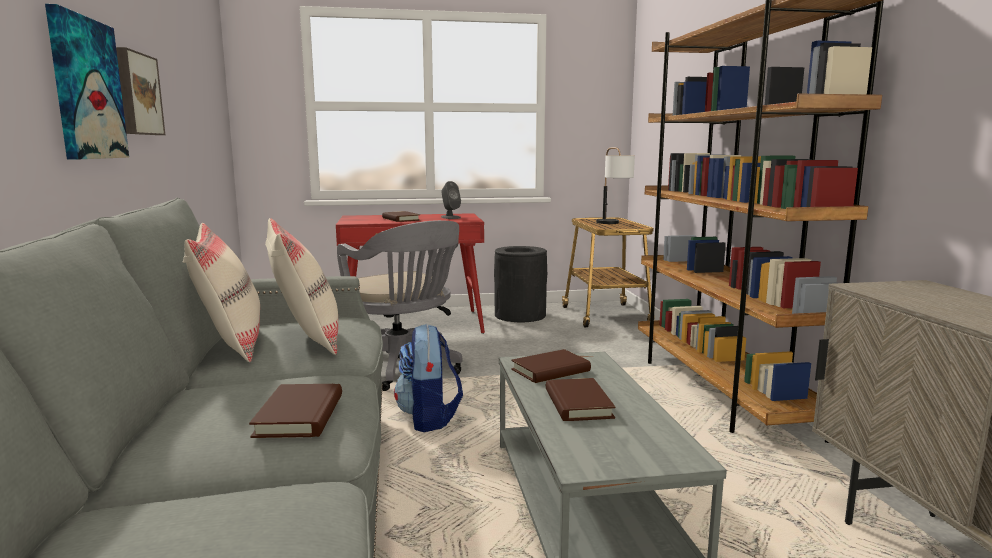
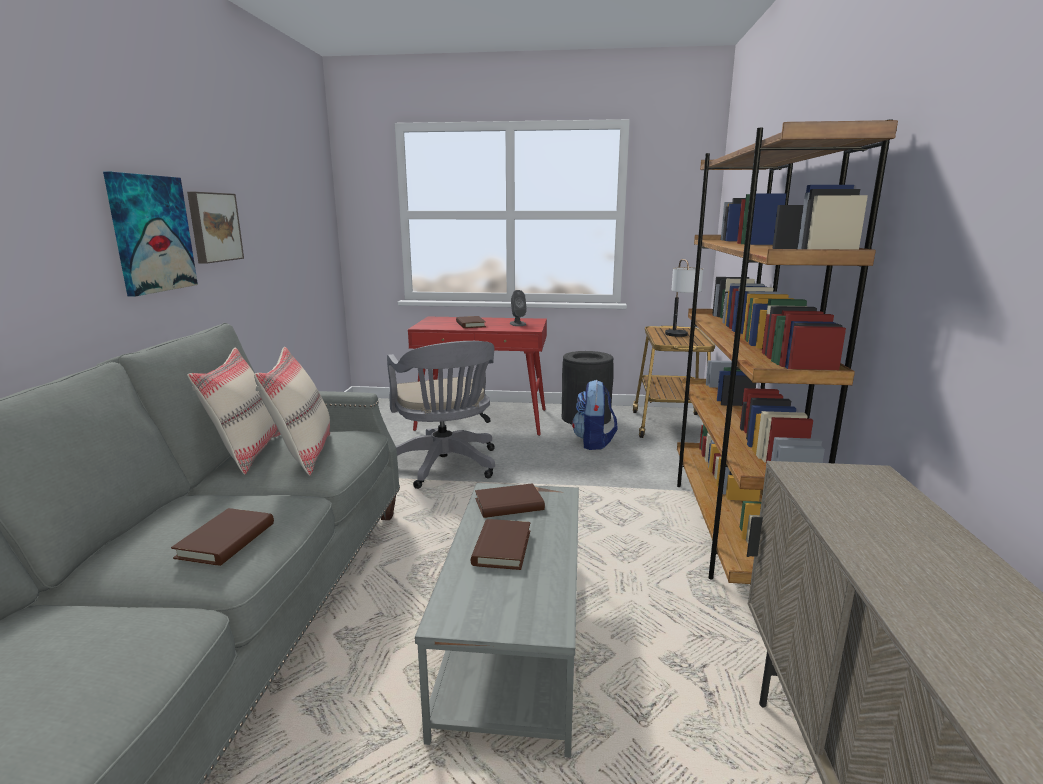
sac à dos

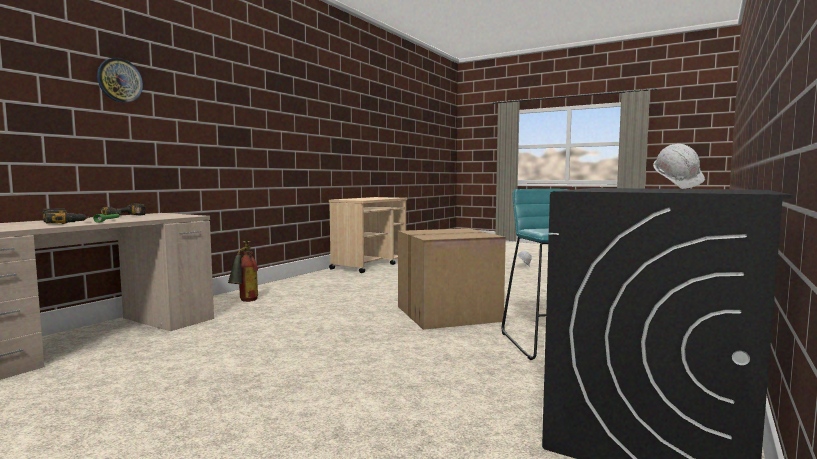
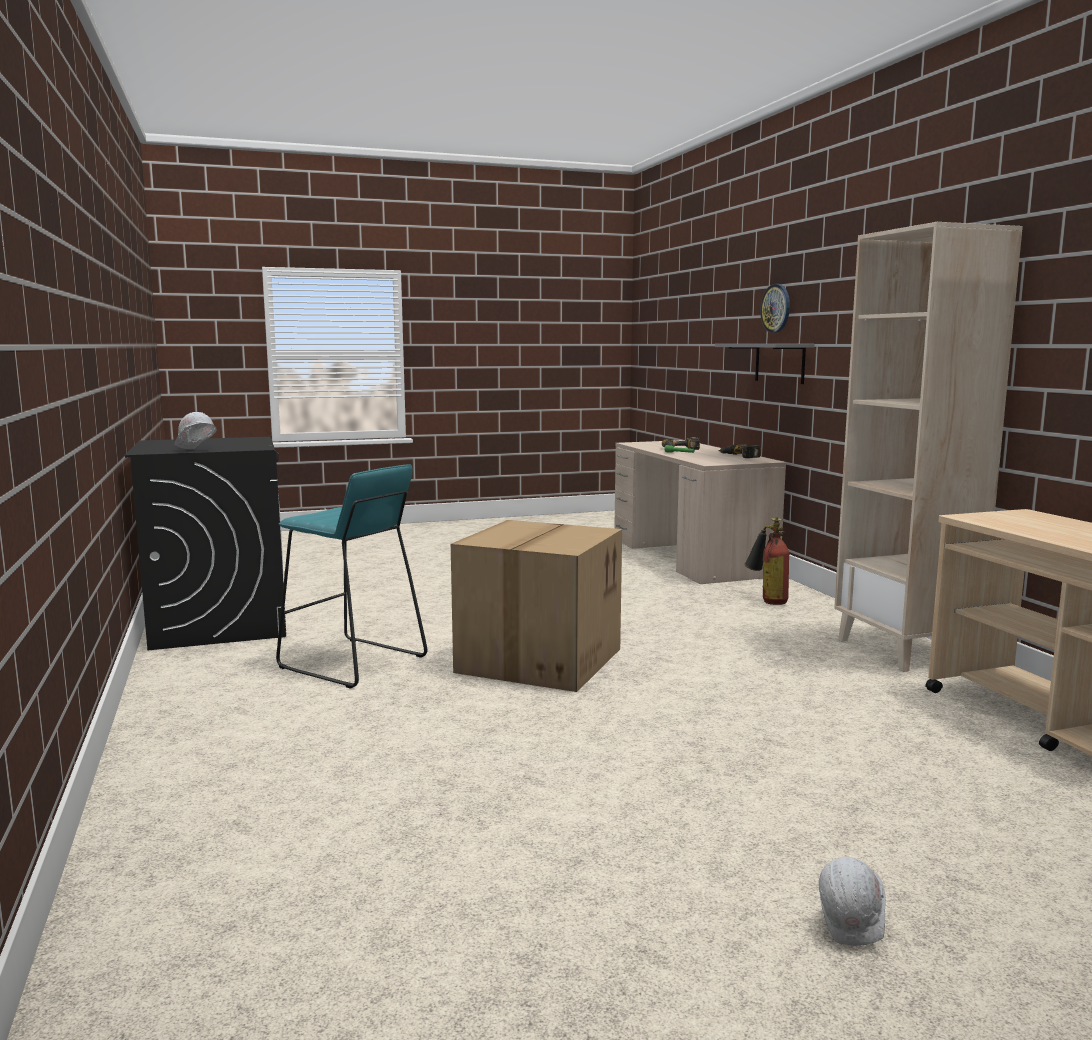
étagère (gris)
bibliothèque (beige)

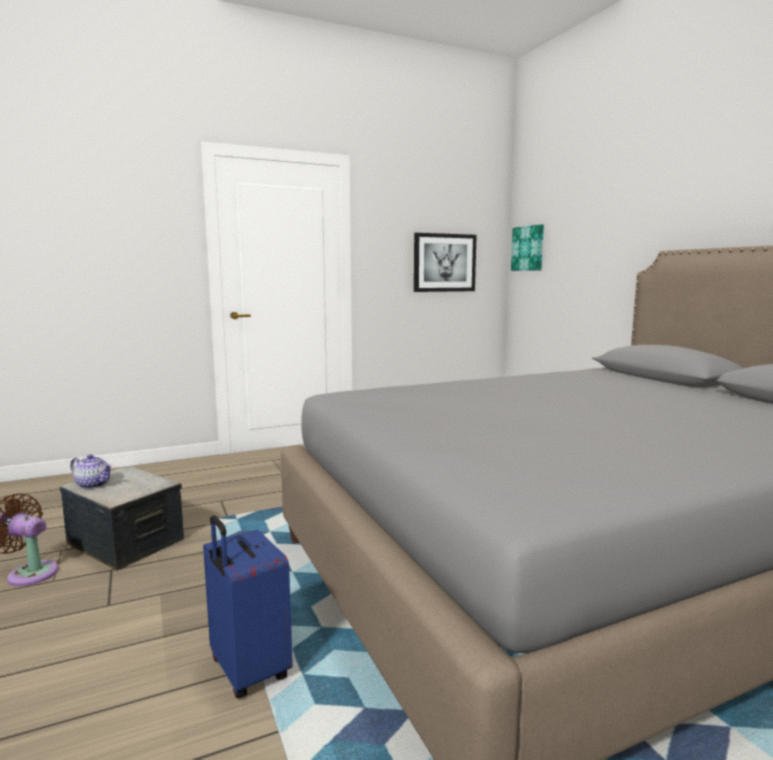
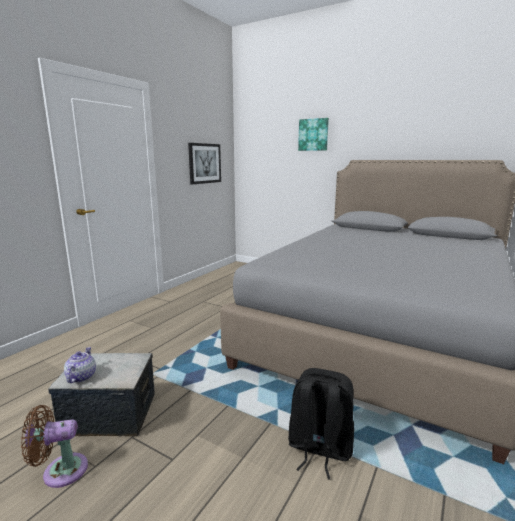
théière
sac à dos (noir)
tableau (no. 2 from left)

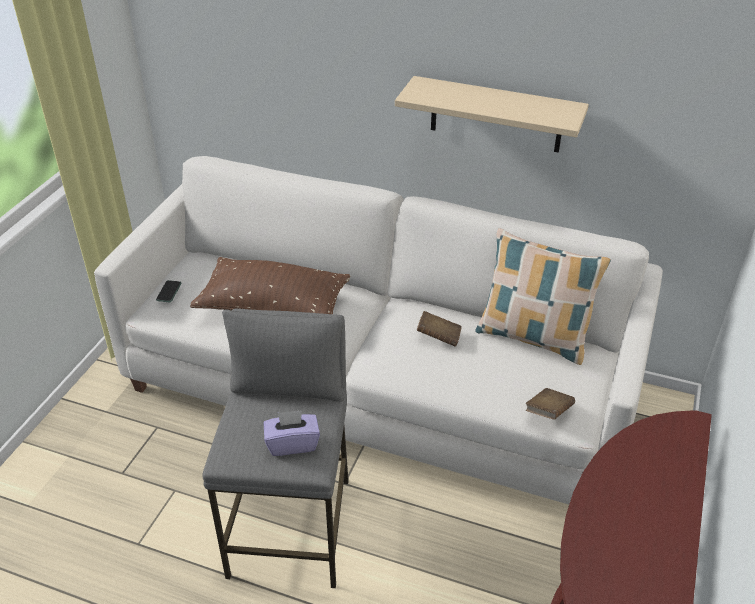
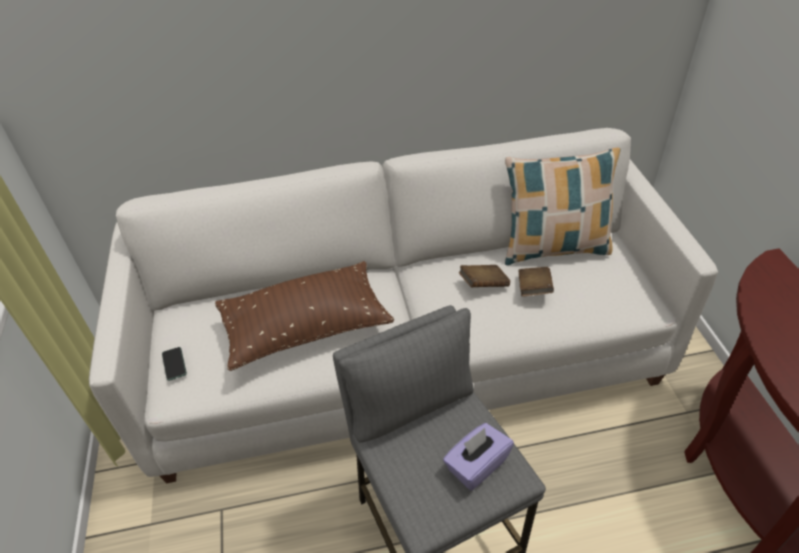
étagère (beige)
livre (marron) (no. 2 from left)

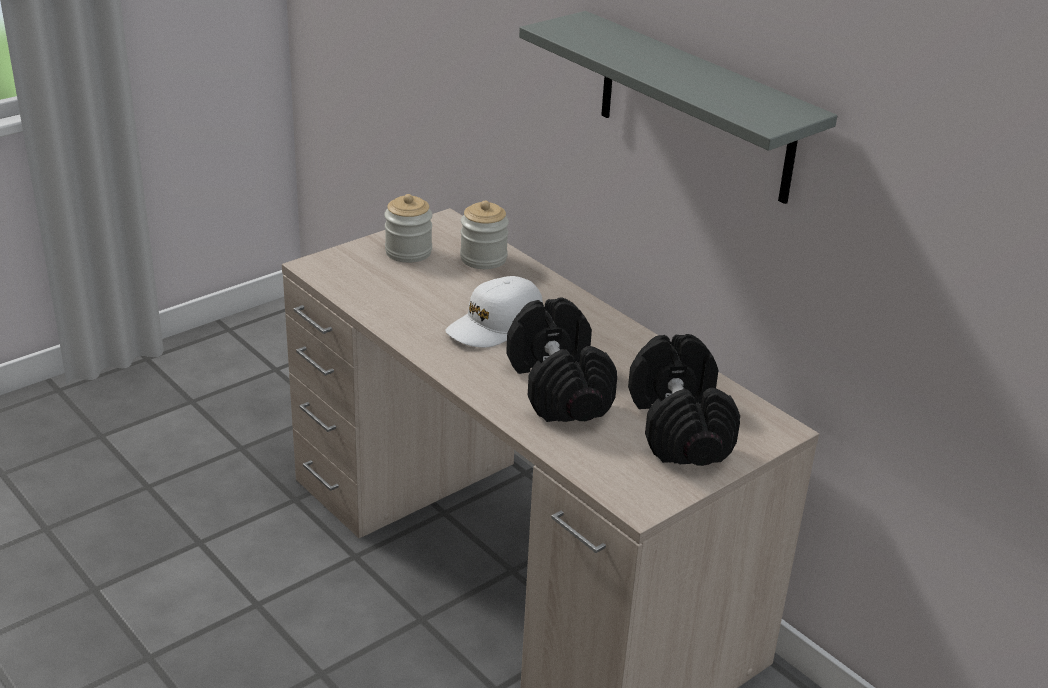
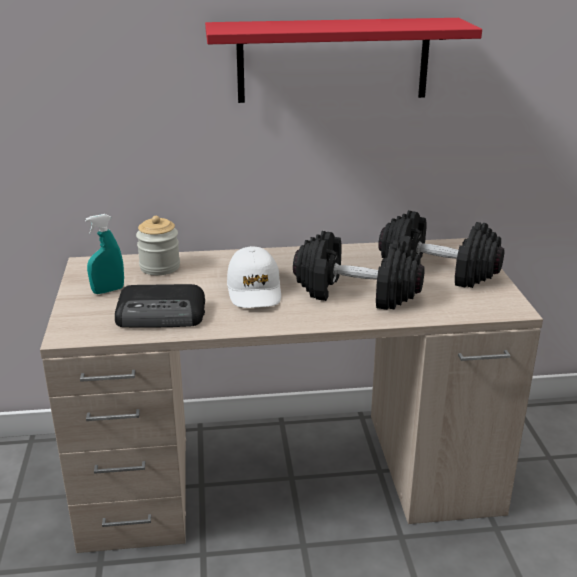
vaporisateur (turquoise)
étagère (rouge)
radio

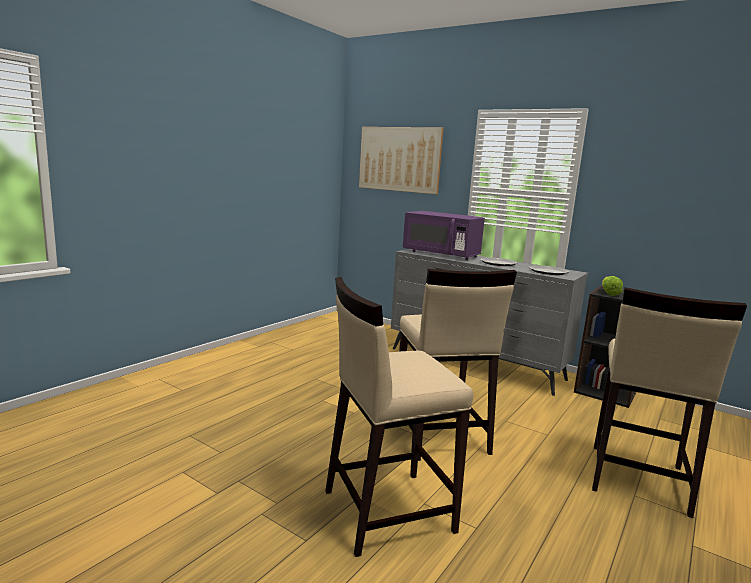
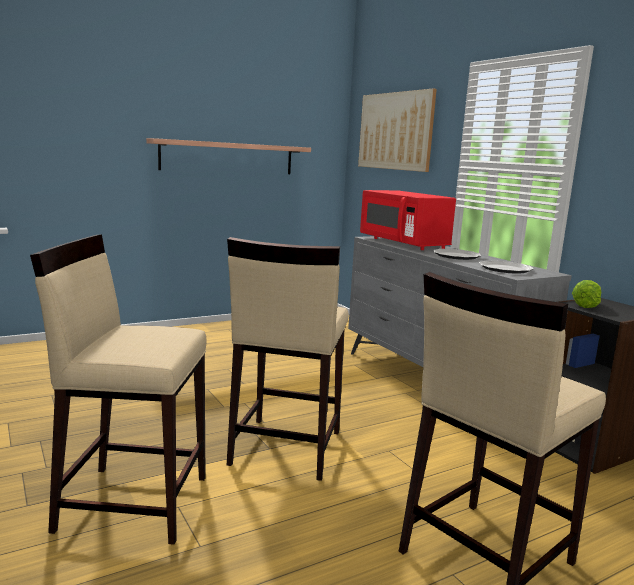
micro-ondes (rouge)
étagère

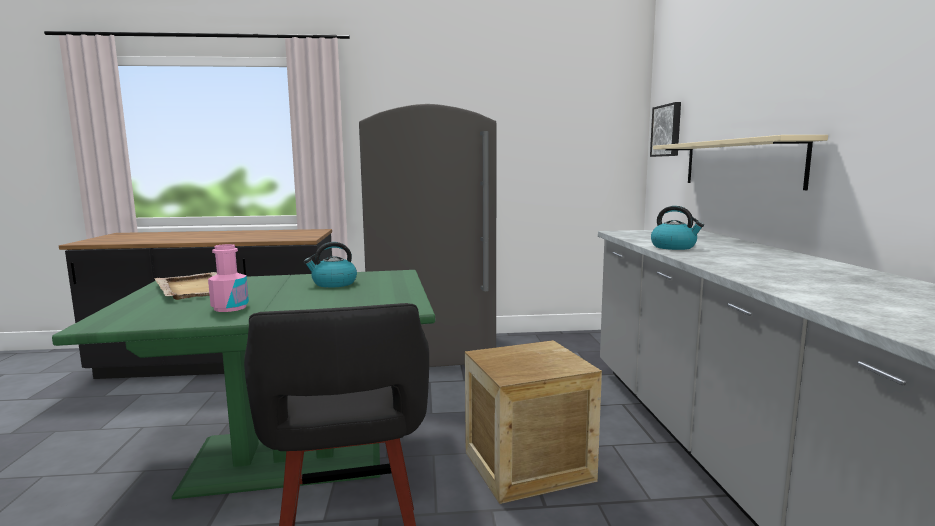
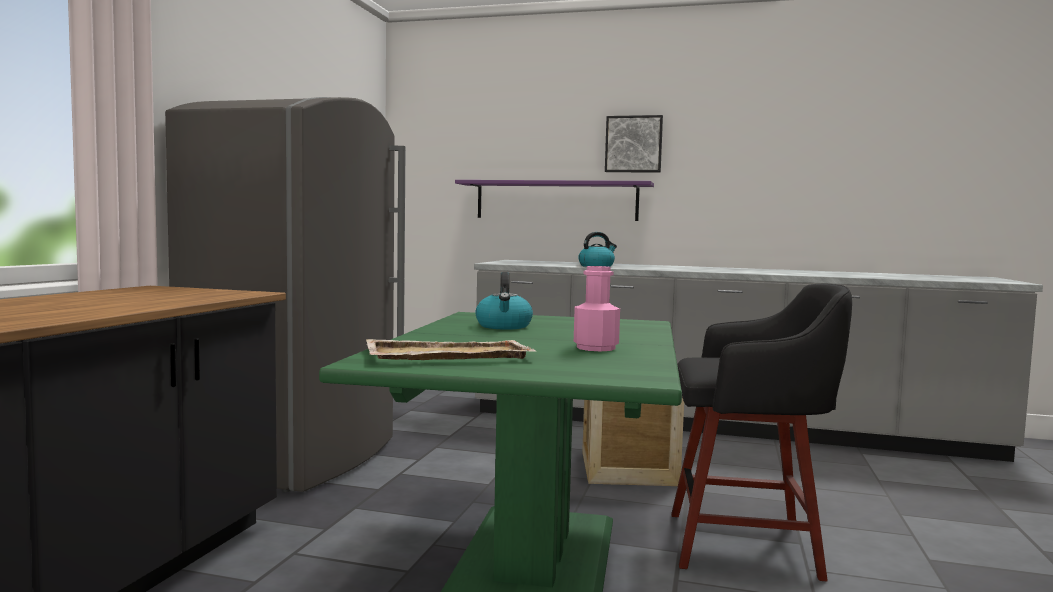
tableau
étagère (violet)

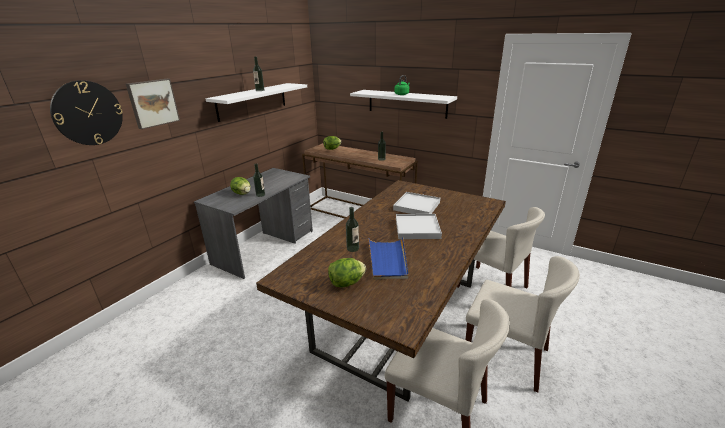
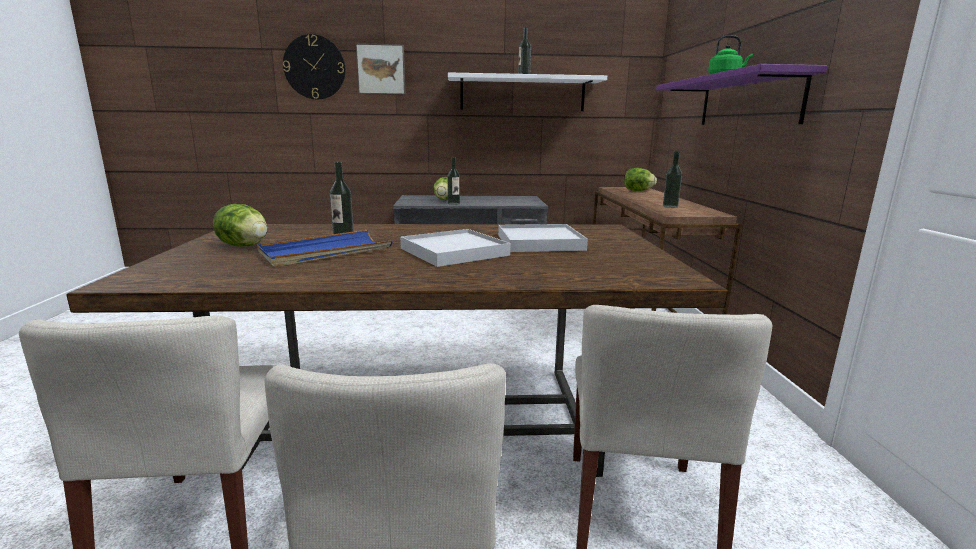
étagère (violet)

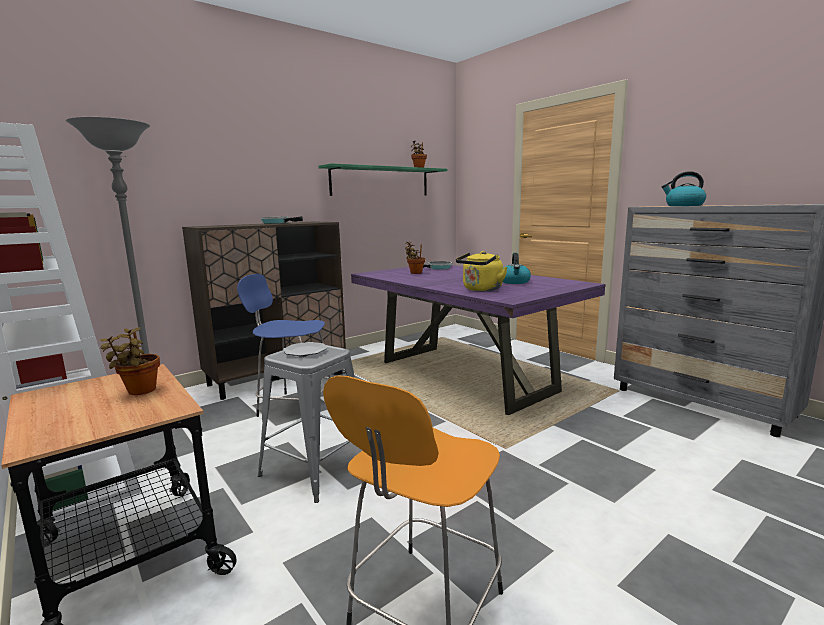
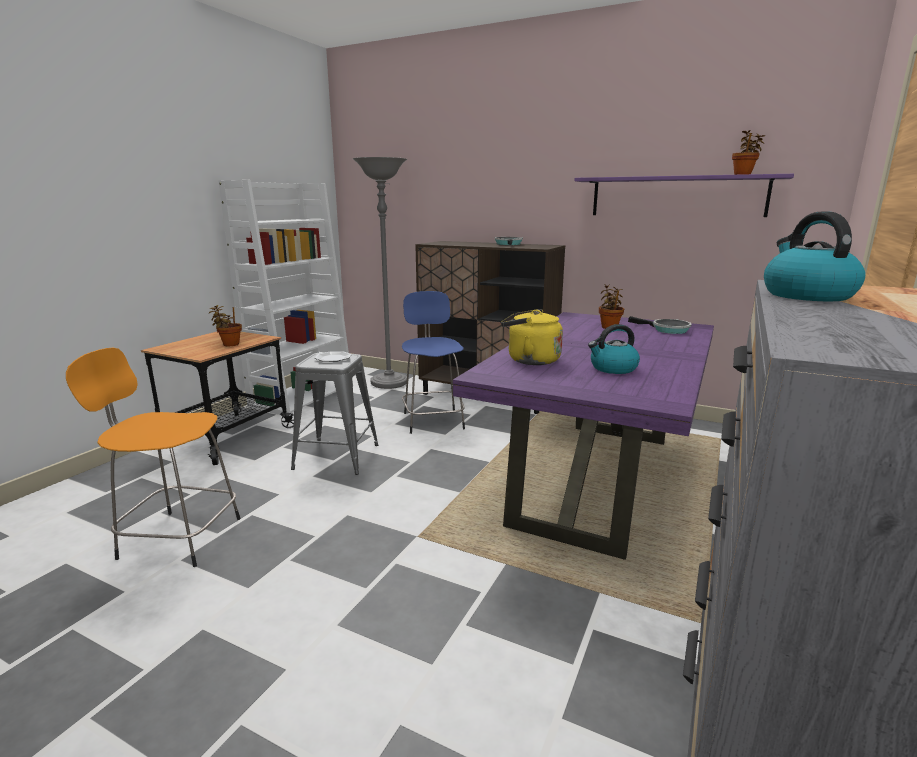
étagère (violet)

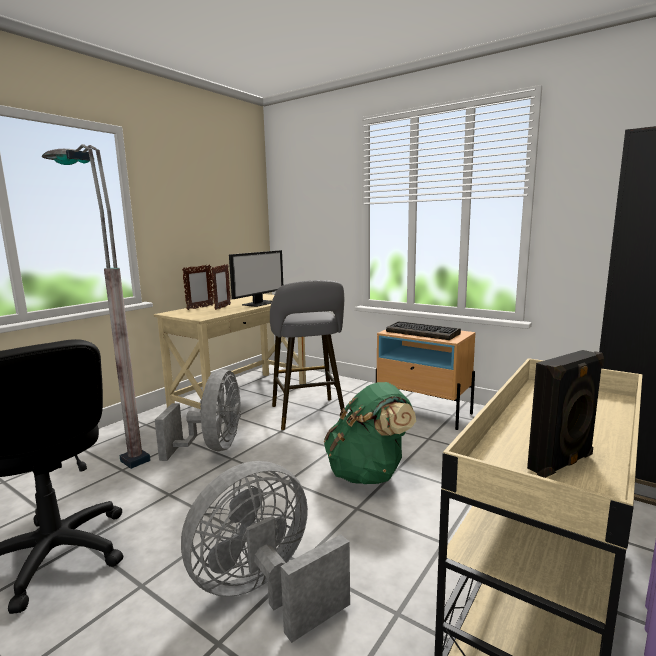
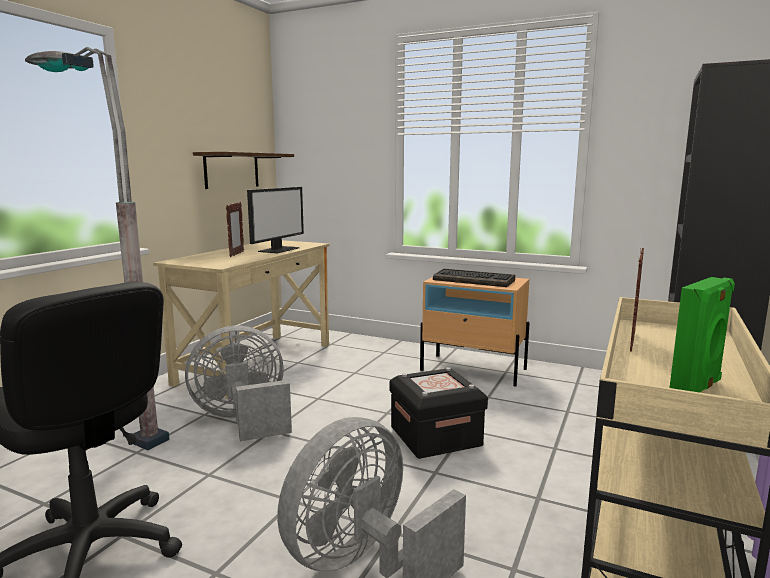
ventilateur (gris) (no. 1 from left)
cadre photo (no. 2 from left)
tabouret (gris)
boîte de rangement (noir)
enceinte (vert)
étagère

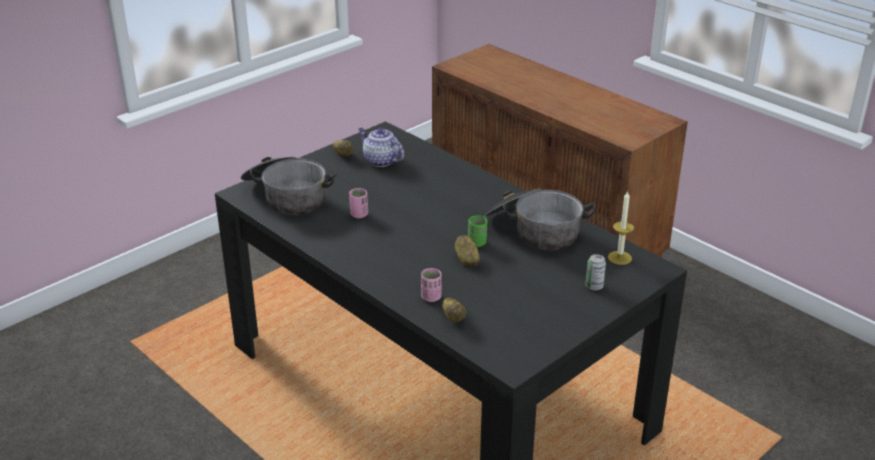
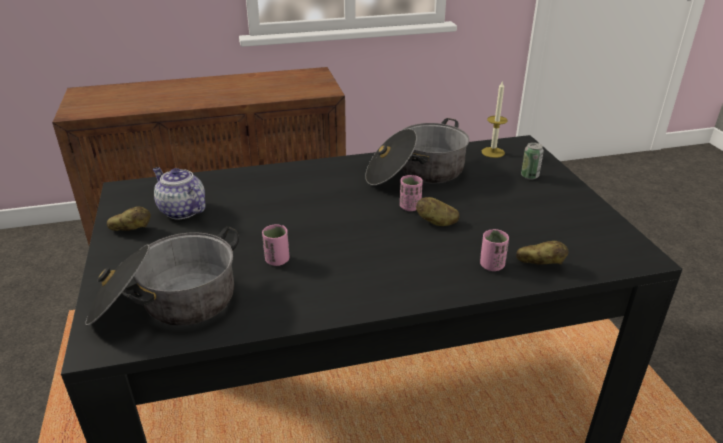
théière
tasse (rose) (no. 2 from left)

